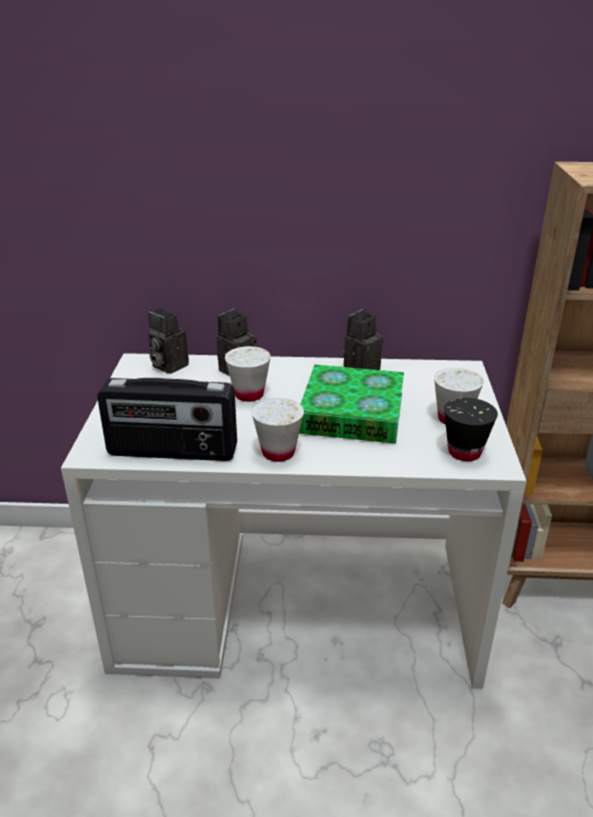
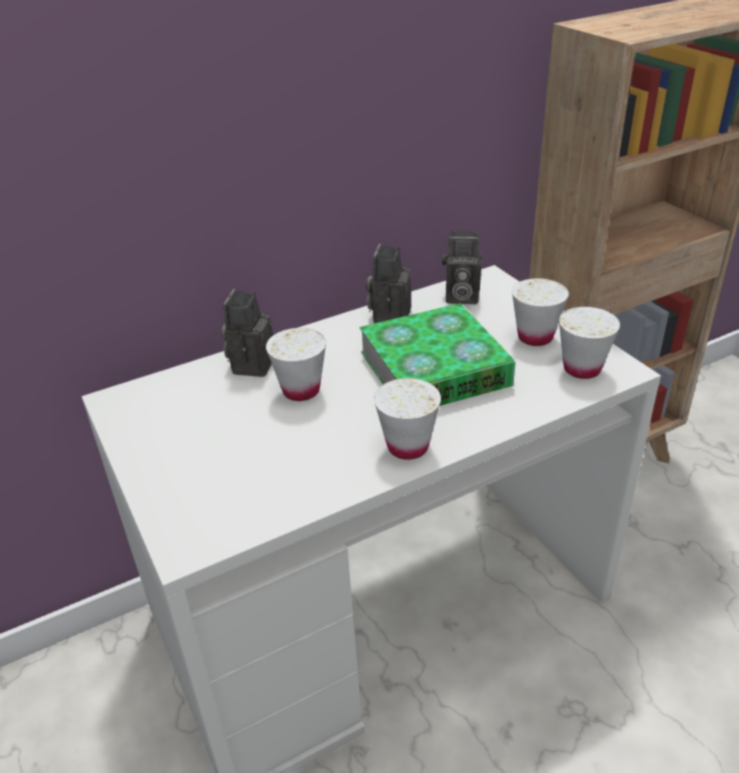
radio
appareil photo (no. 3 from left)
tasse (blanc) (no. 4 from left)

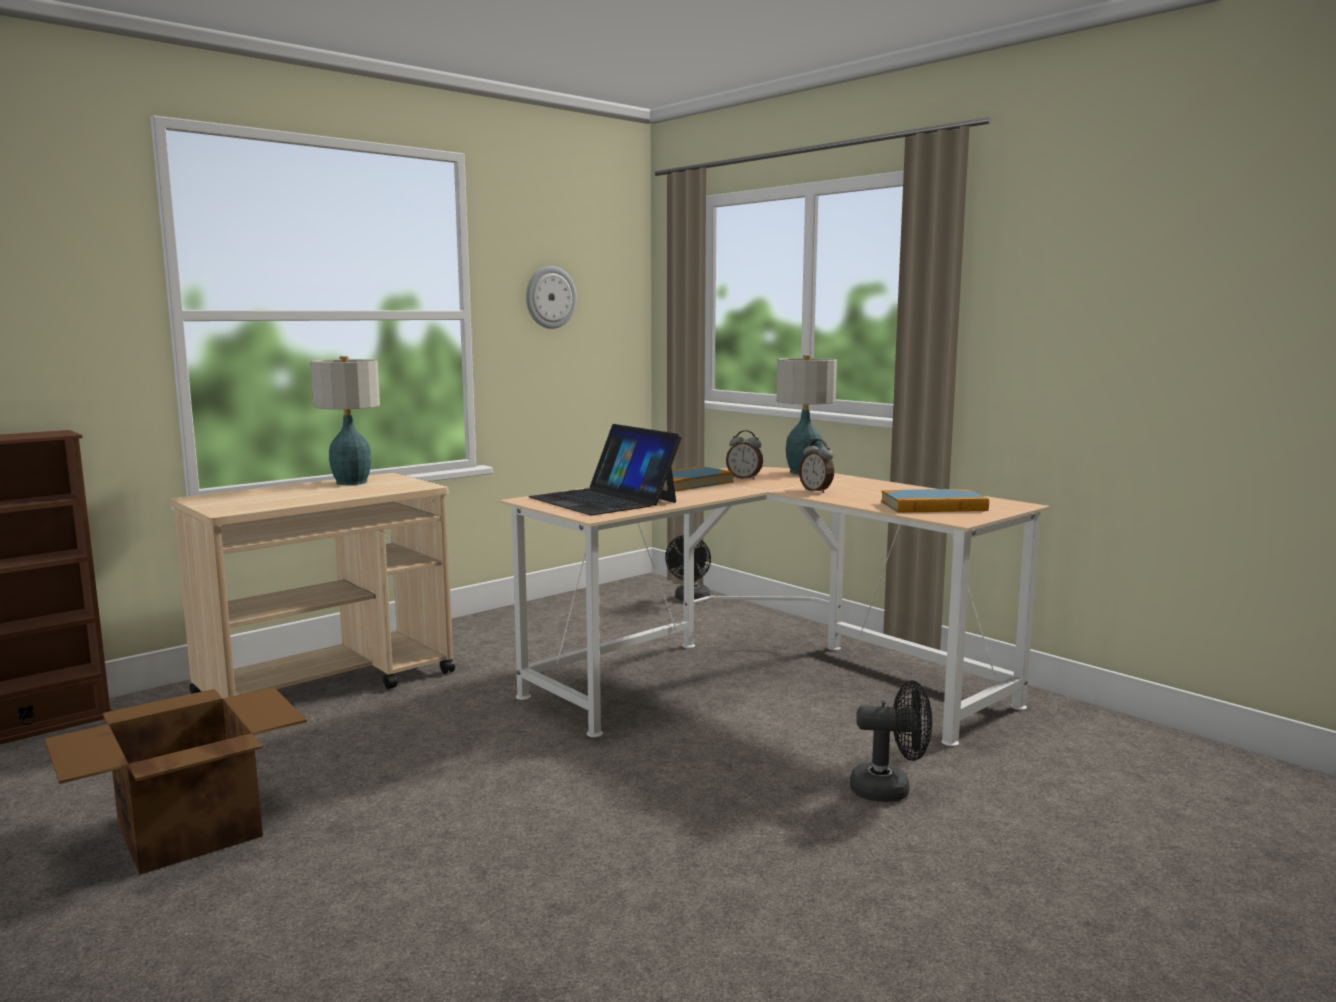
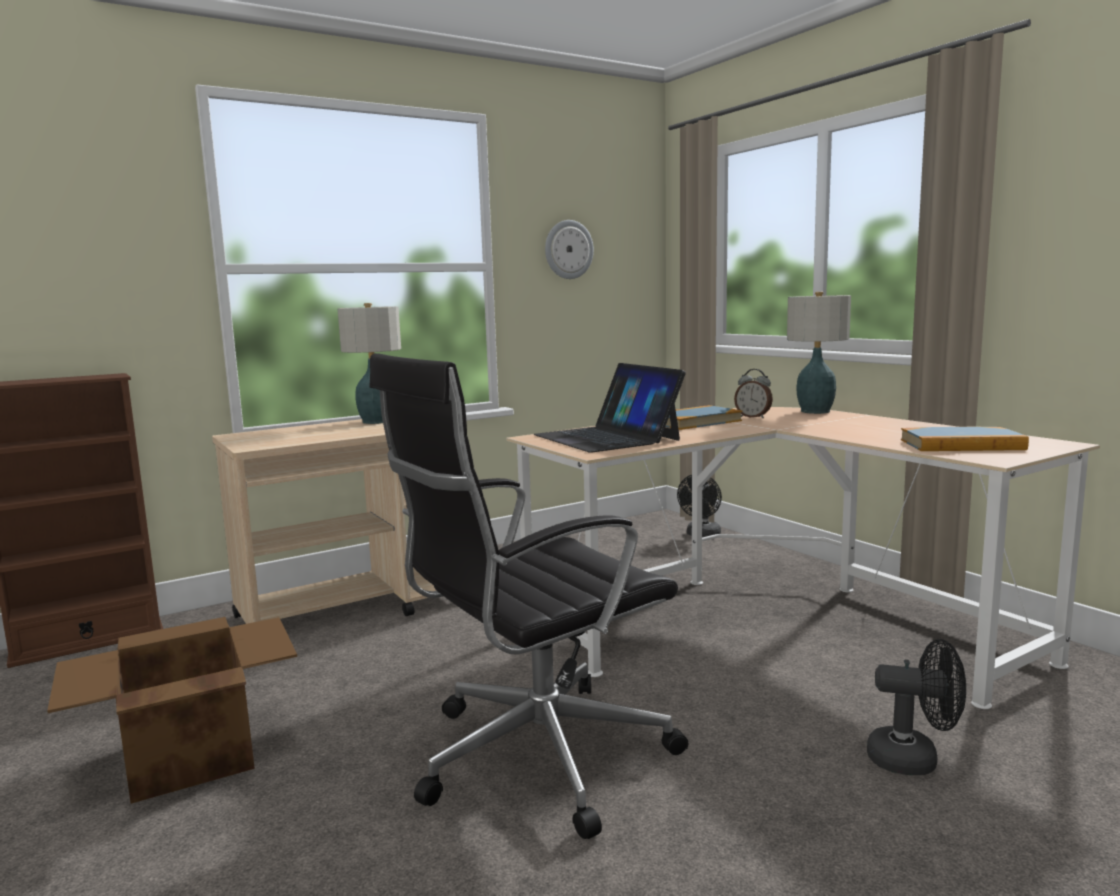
réveil (no. 2 from left in the first image)
chaise de bureau (noir)

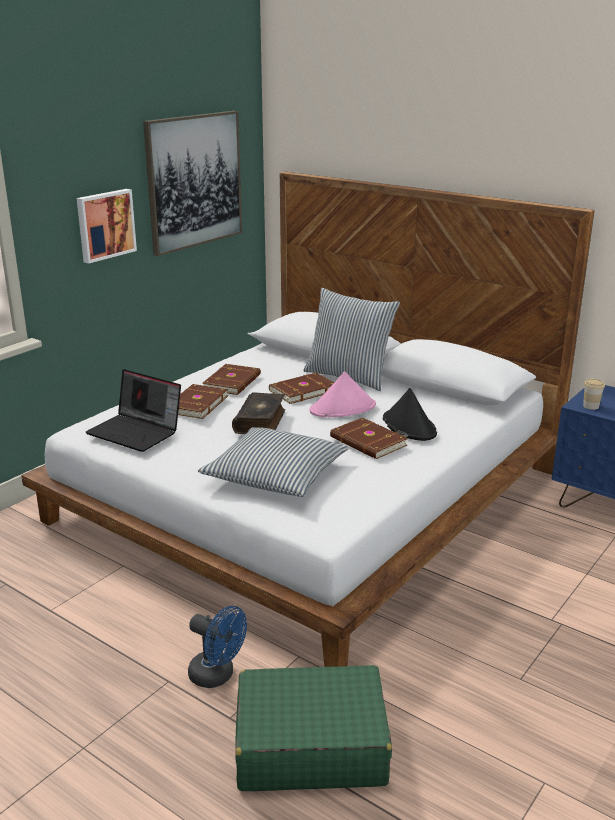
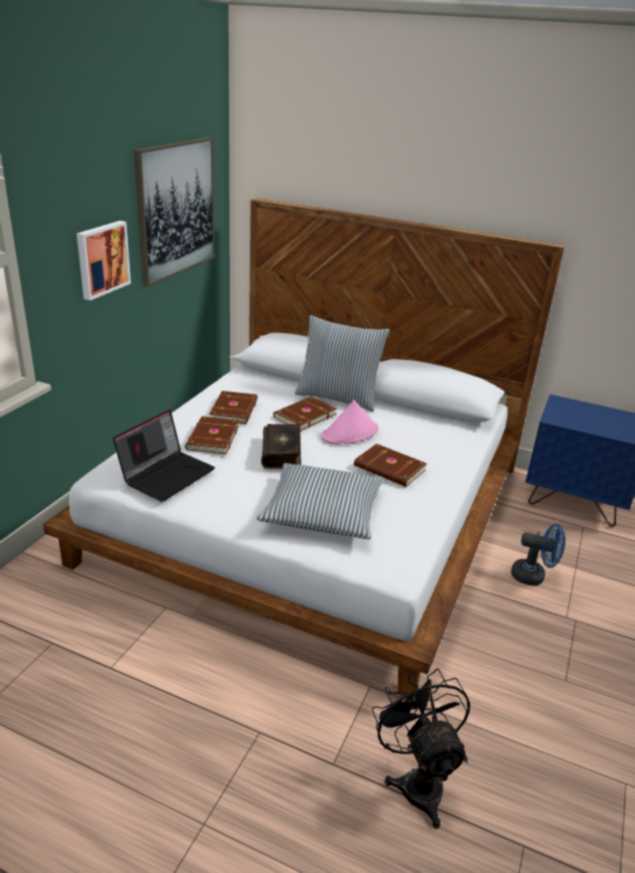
ordinateur portable
ventilateur (bleu)
ventilateur (noir)
chapeau (noir)
tasse

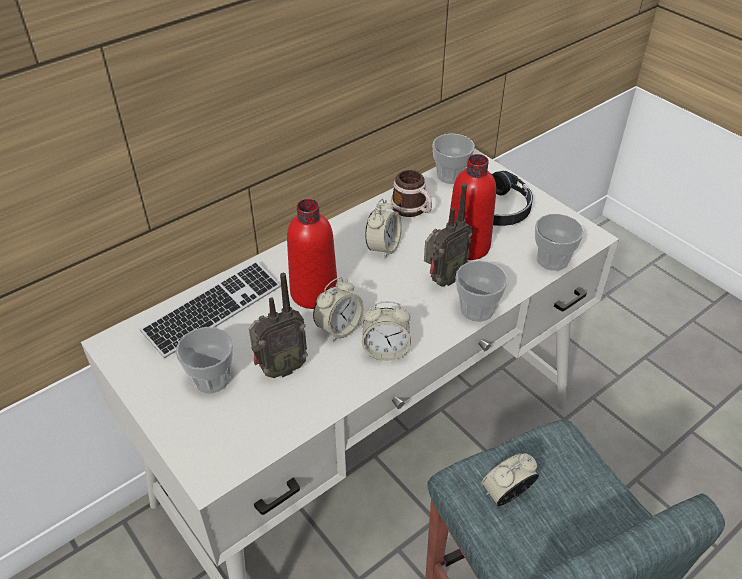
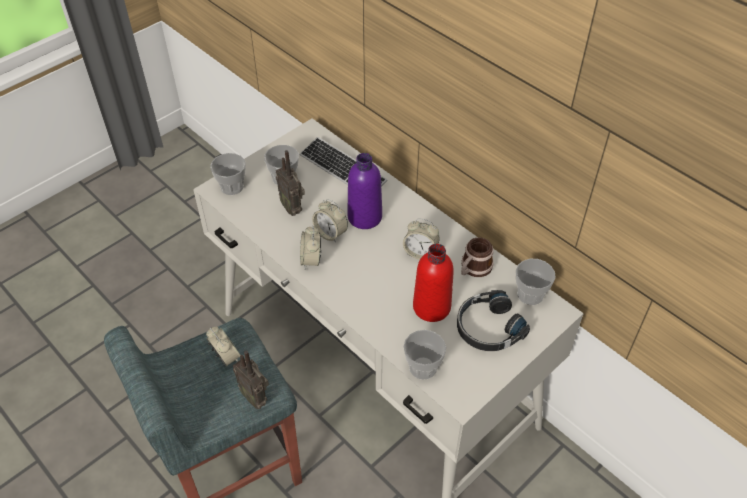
bouteille (violet)
radio (no. 1 from left)
tasse (no. 1 from left)

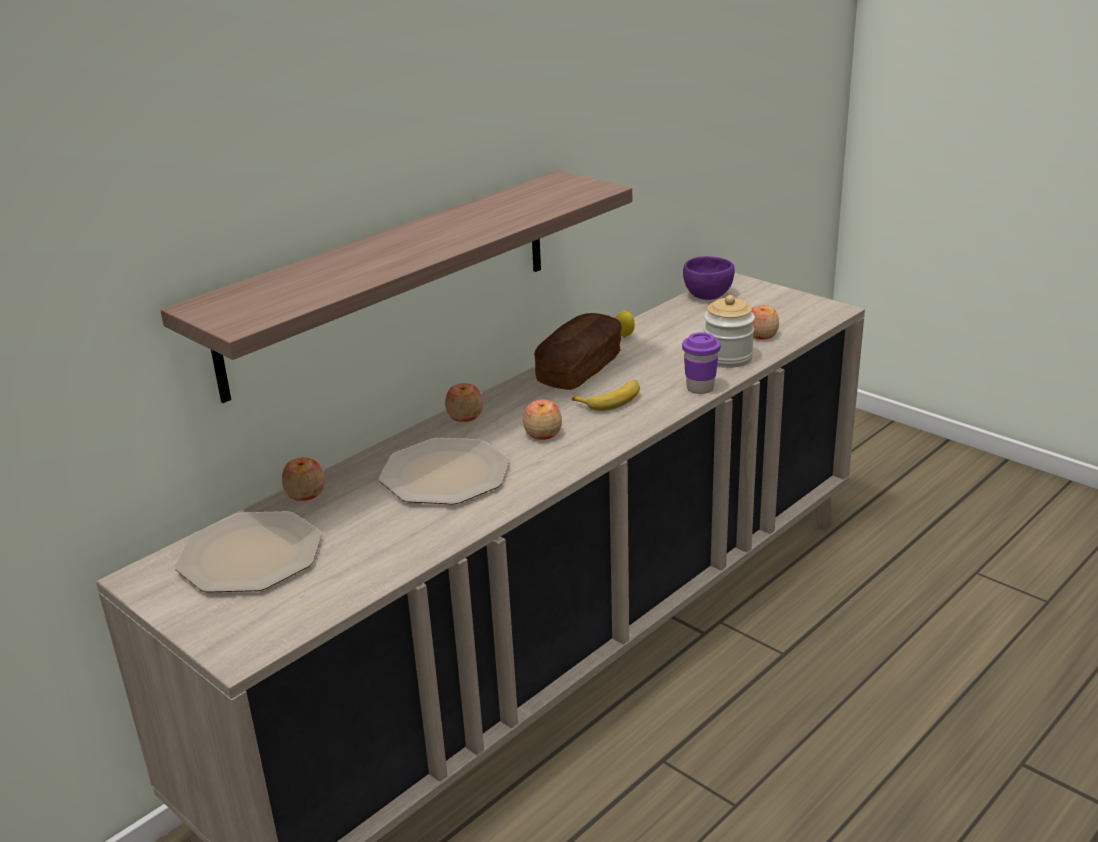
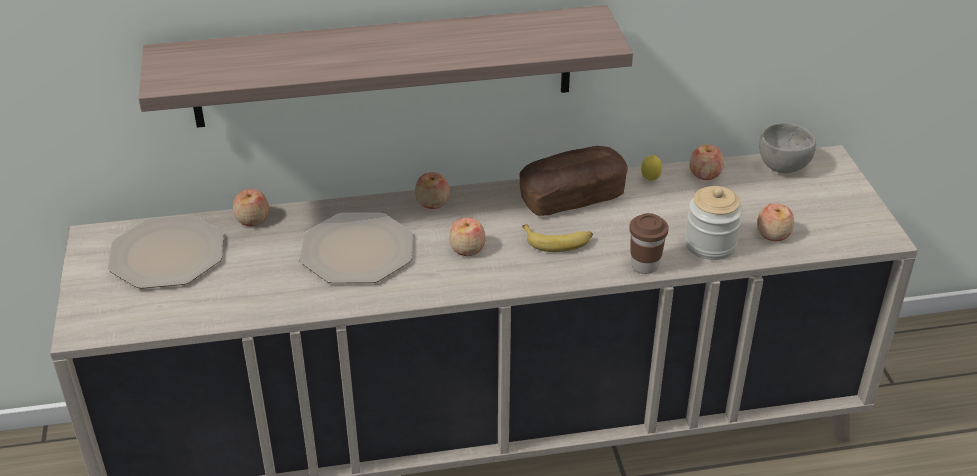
tasse (marron)
bol (gris)
pomme (no. 4 from left)

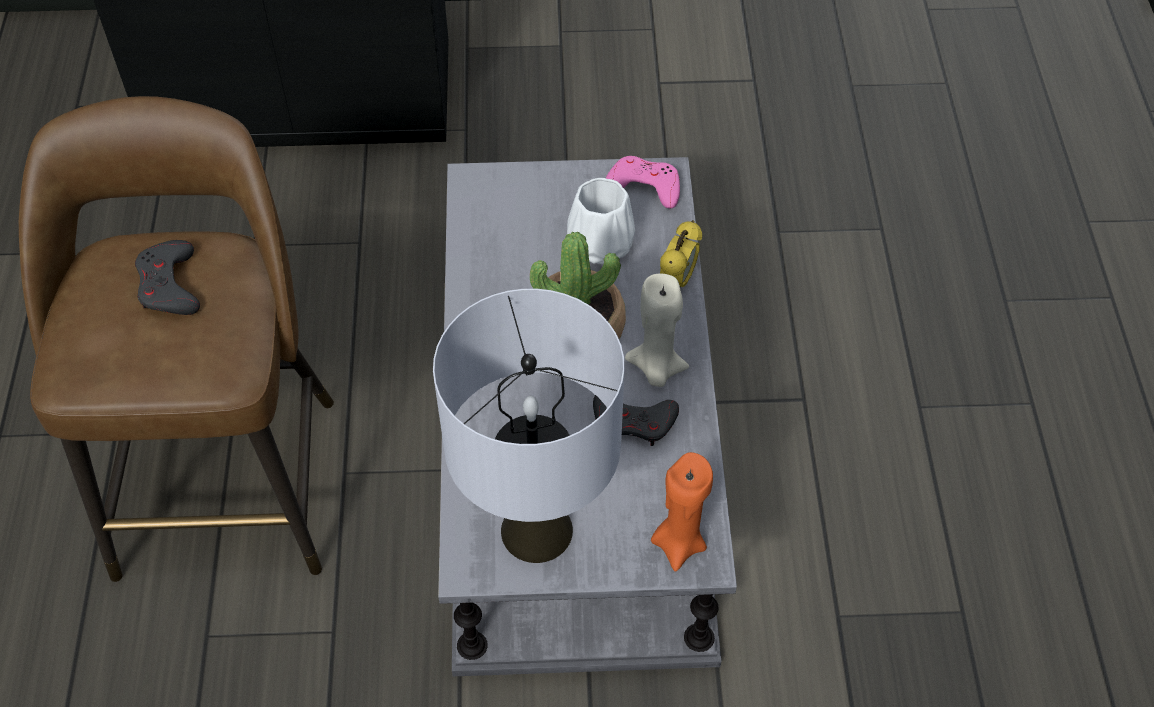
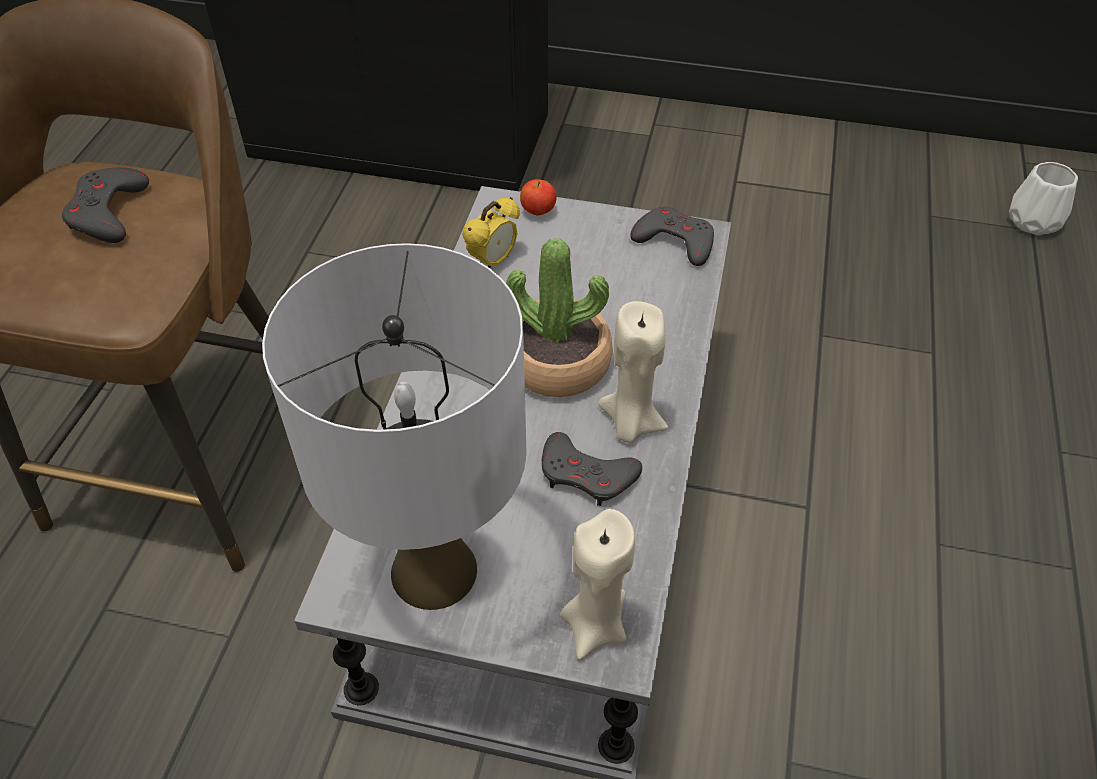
vase (blanc)
manette (gris) (no. 3 from left)
bougie (beige) (no. 1 from left)
réveil
pomme

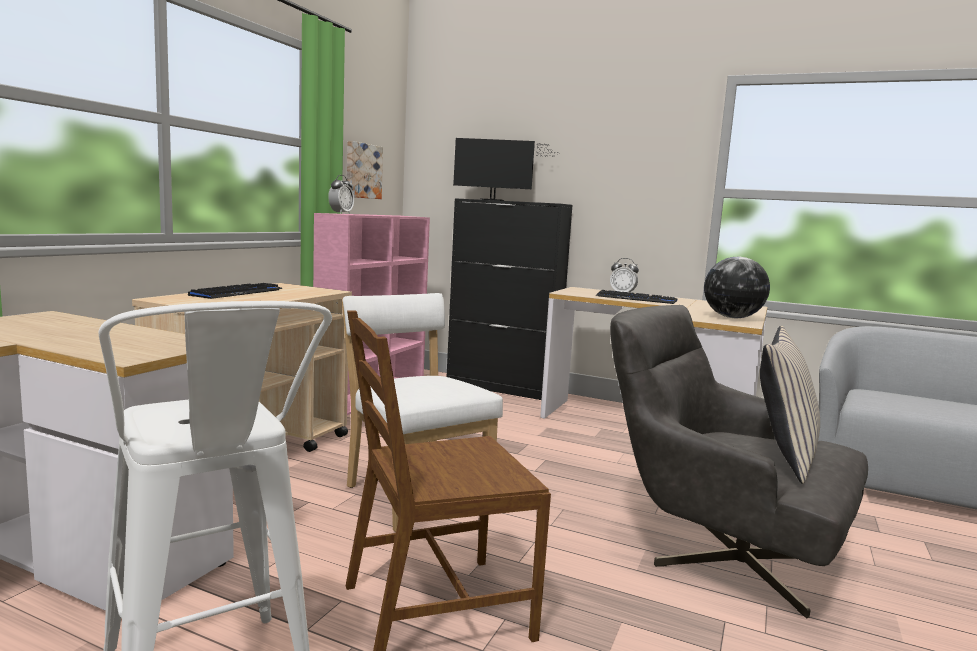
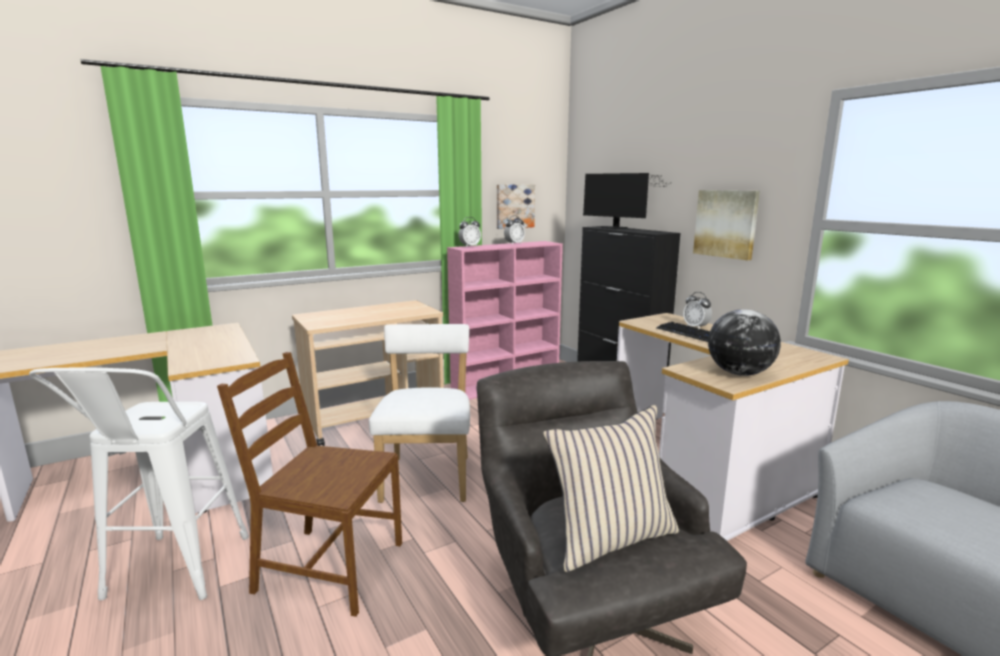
clavier (no. 1 from left in the first image)
réveil (no. 2 from left)
tableau (no. 2 from left)

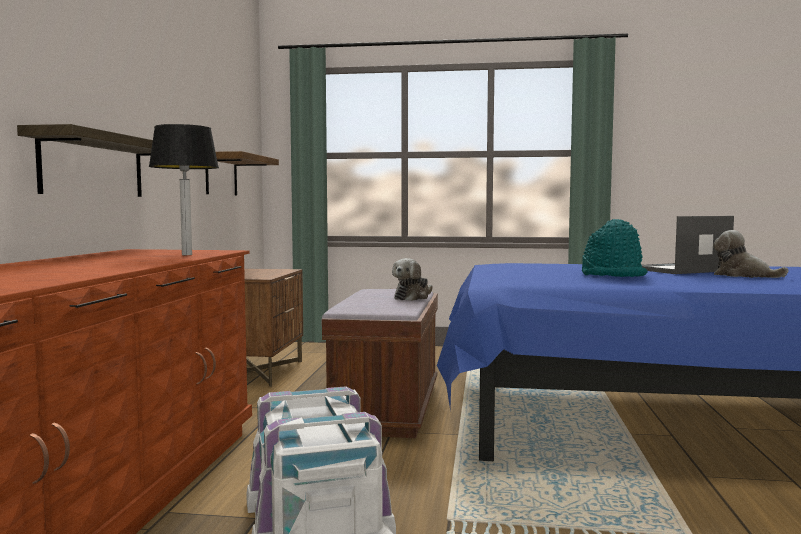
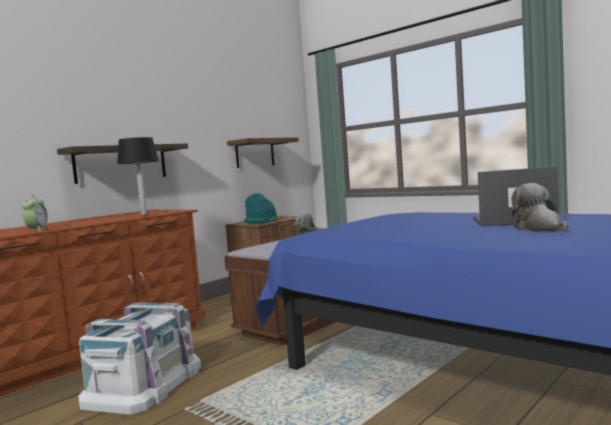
chapeau (turquoise)
réveil

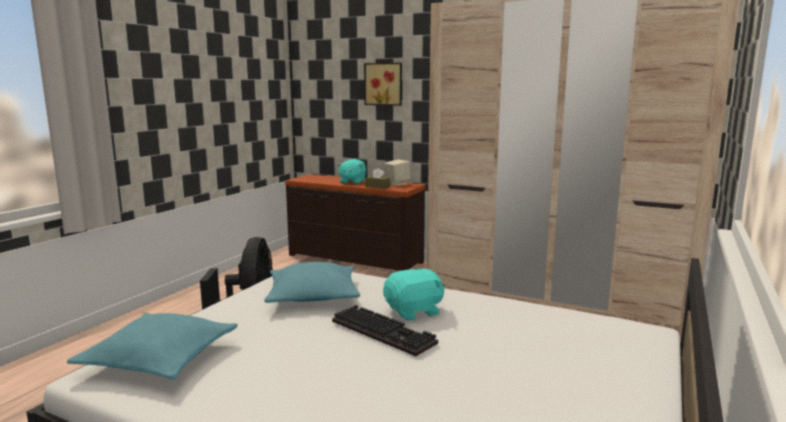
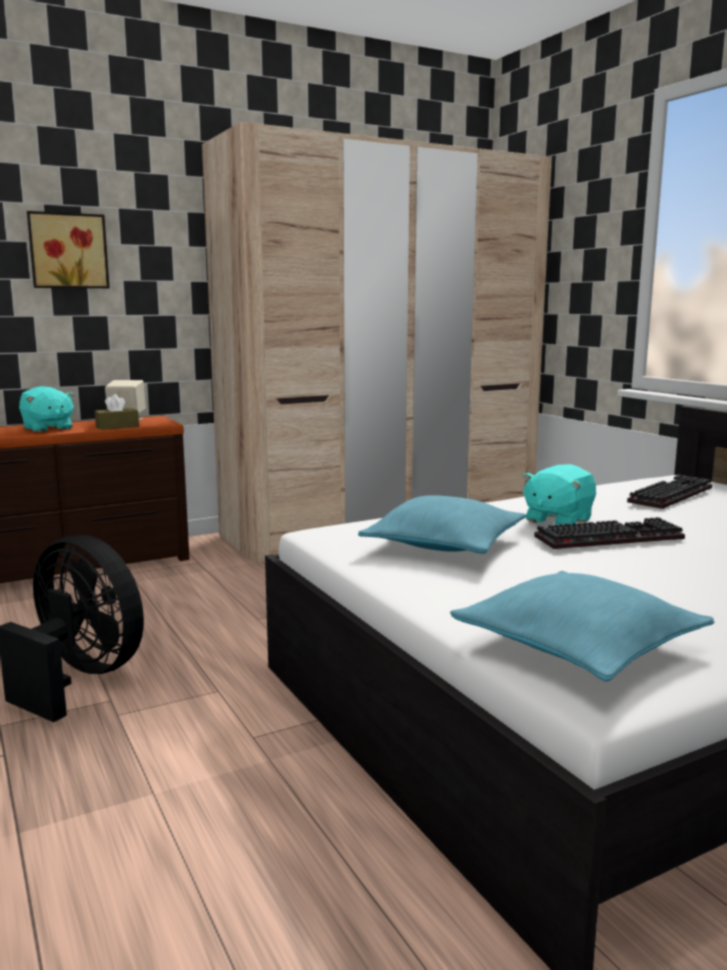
peluche (turquoise) (no. 2 from left)
clavier (no. 2 from left)

